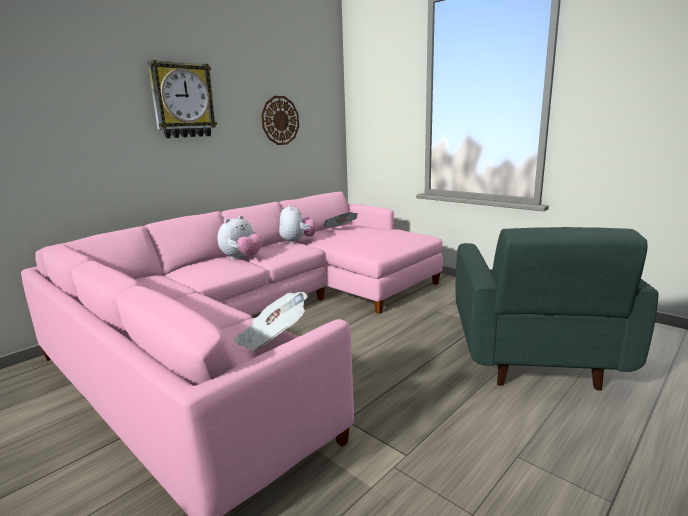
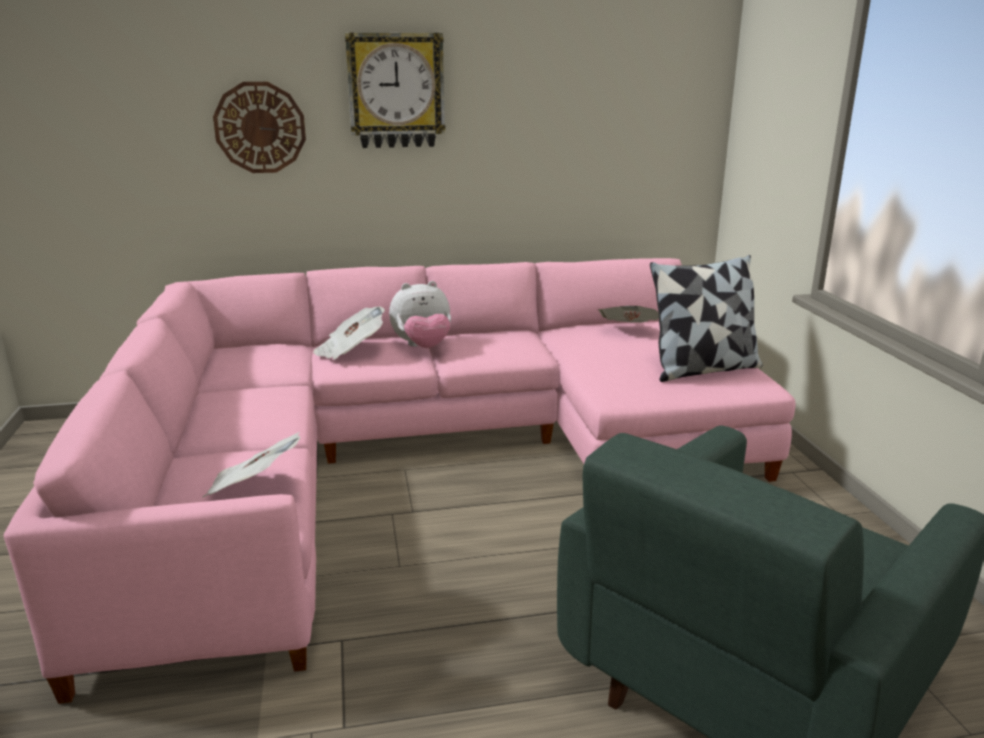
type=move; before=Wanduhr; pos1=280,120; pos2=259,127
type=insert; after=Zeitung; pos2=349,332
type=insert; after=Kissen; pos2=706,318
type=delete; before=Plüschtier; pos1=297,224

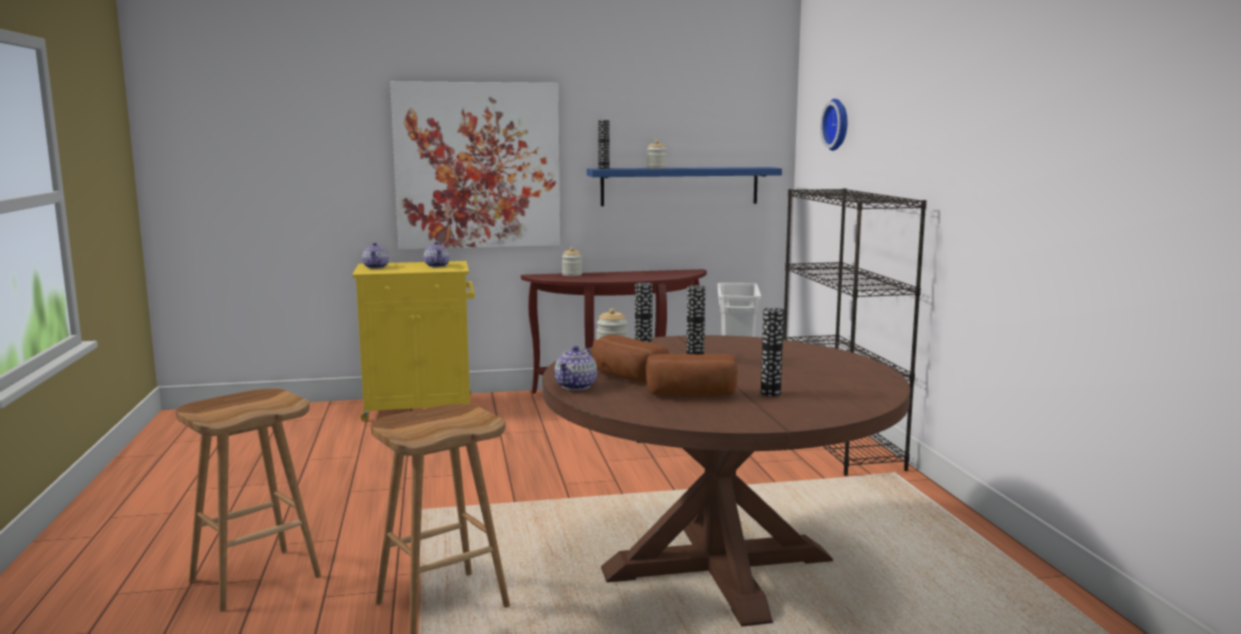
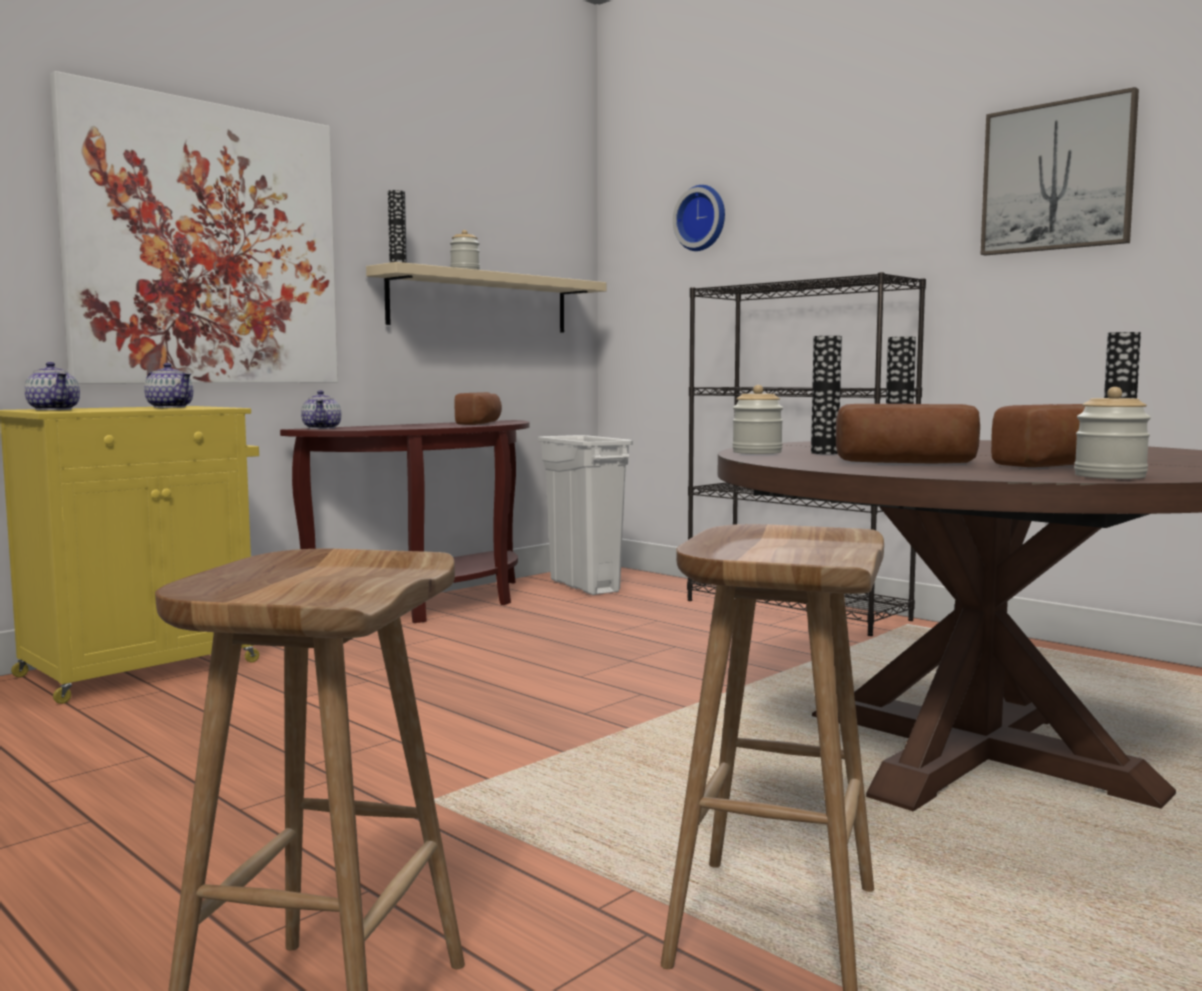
type=move; before=Teekanne; pos1=576,368; pos2=321,409
type=recolor; before=Wandregal (blau); after=Wandregal (beige); pos1=684,186; pos2=486,297
type=insert; after=Brot; pos2=478,408
type=insert; after=Bild; pos2=1059,171
type=move; before=Vorratsglas; pos1=572,261; pos2=1112,433

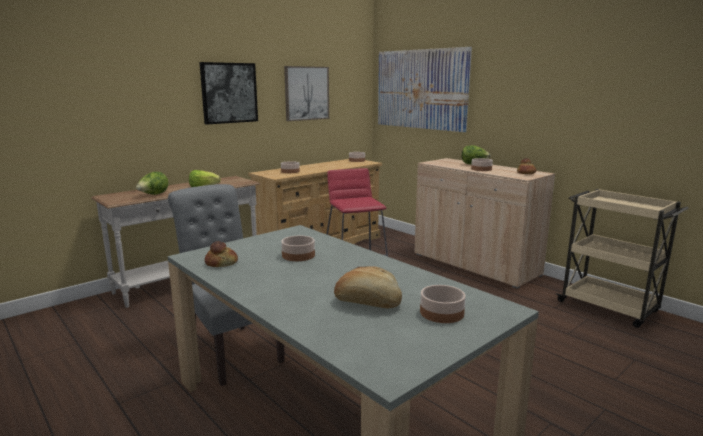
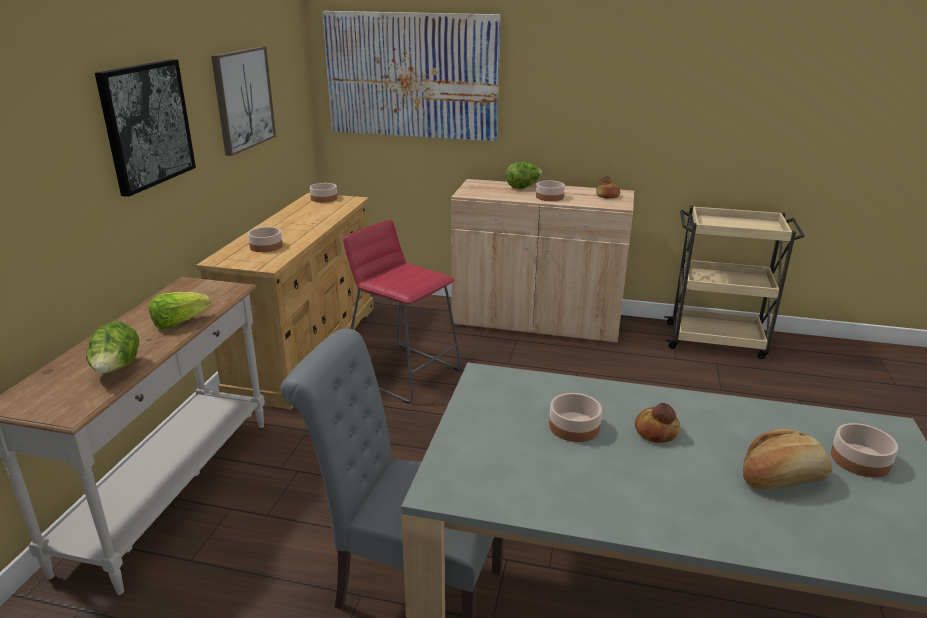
type=move; before=Brot; pos1=221,254; pos2=657,423

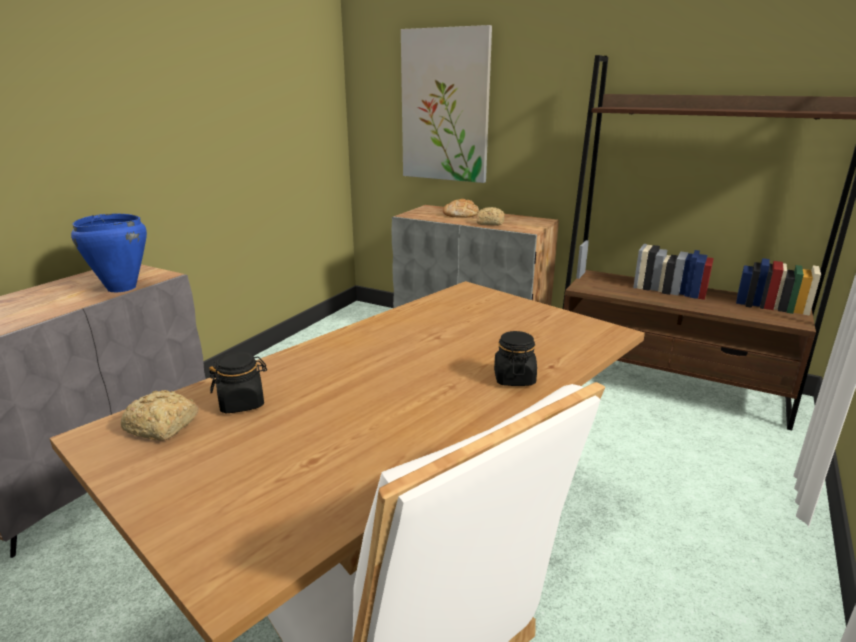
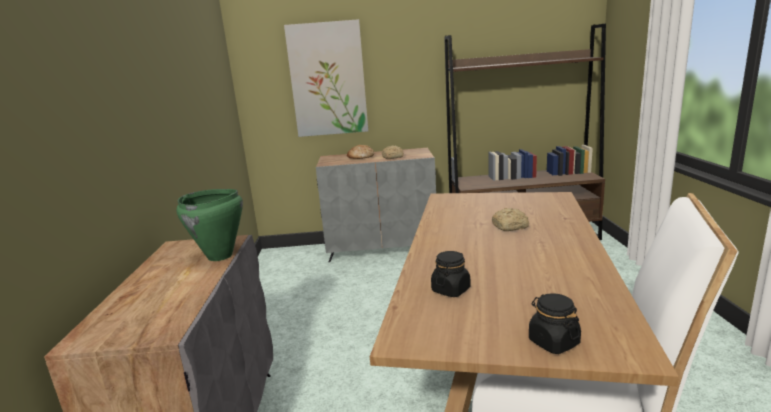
type=recolor; before=Kochtopf (blau); after=Kochtopf (grün); pos1=109,253; pos2=209,225
type=move; before=Brot; pos1=160,415; pos2=510,219
type=move; before=Vorratsglas (schwarz); pos1=515,358; pos2=555,323

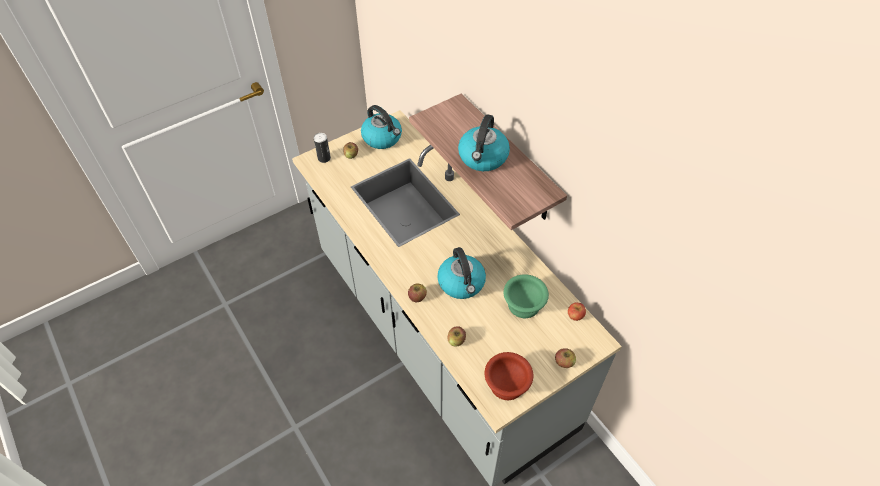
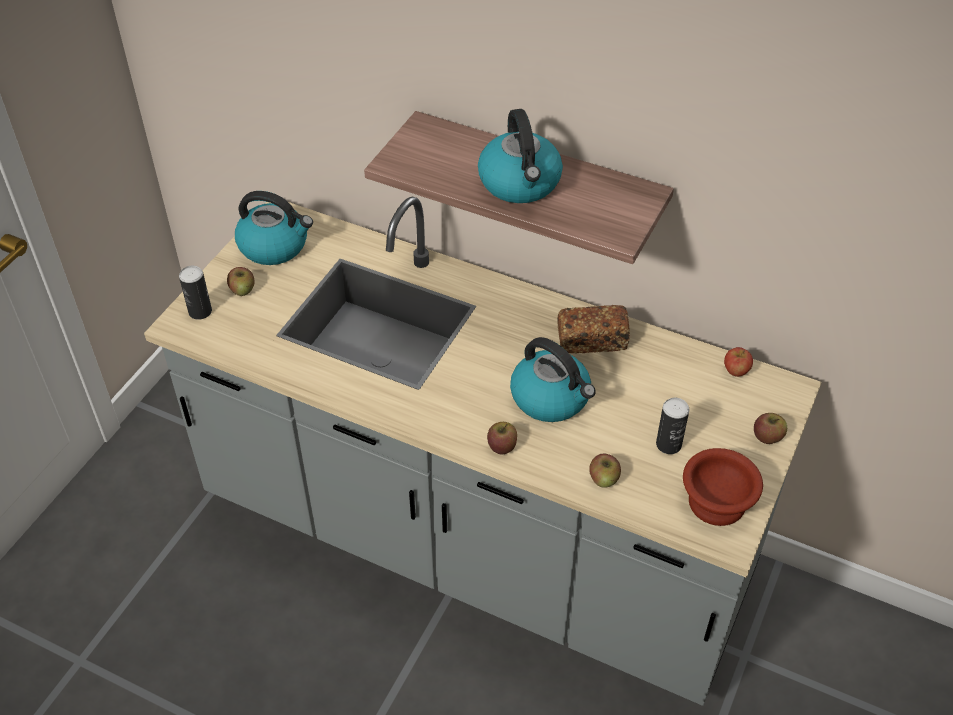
type=insert; after=Brot; pos2=593,329
type=insert; after=Dose; pos2=672,426
type=delete; before=Schüssel (grün); pos1=526,296

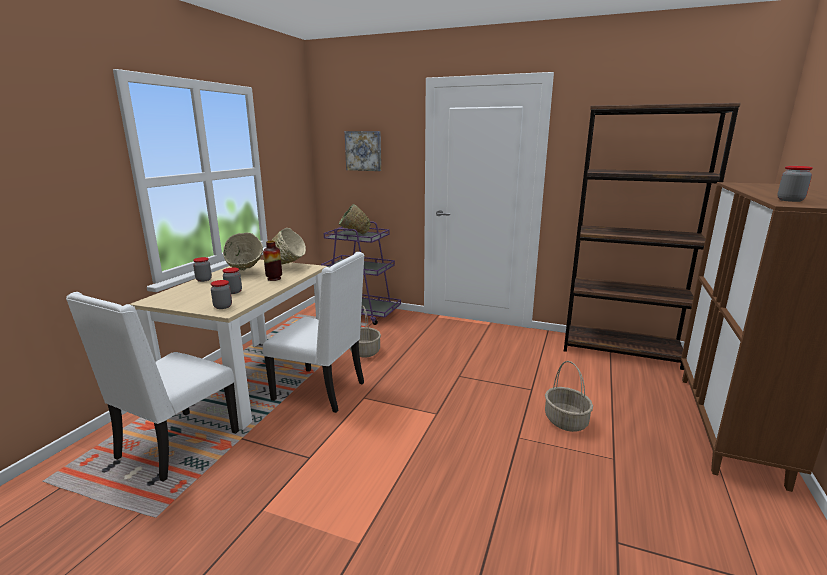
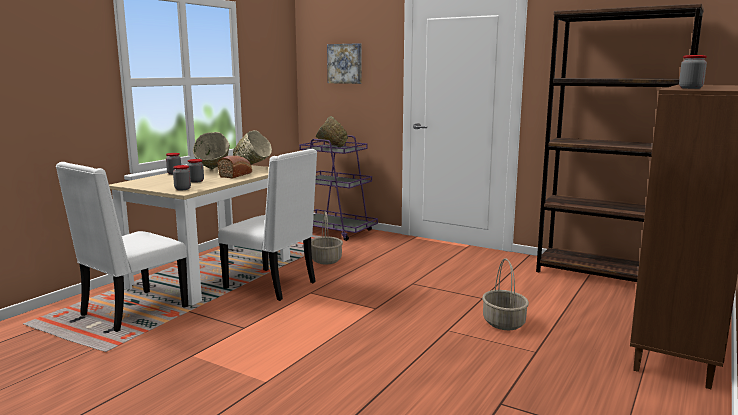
type=replace; before=Vase; after=Brot; pos1=272,261; pos2=234,167

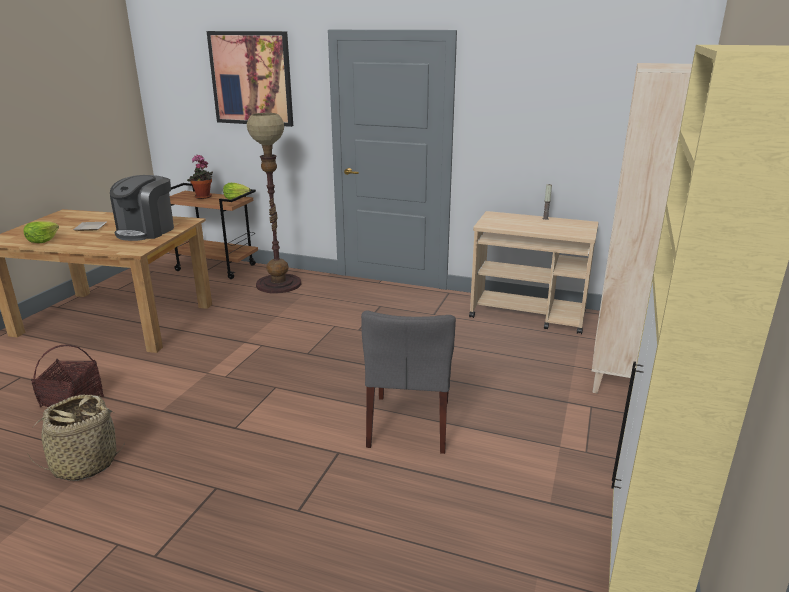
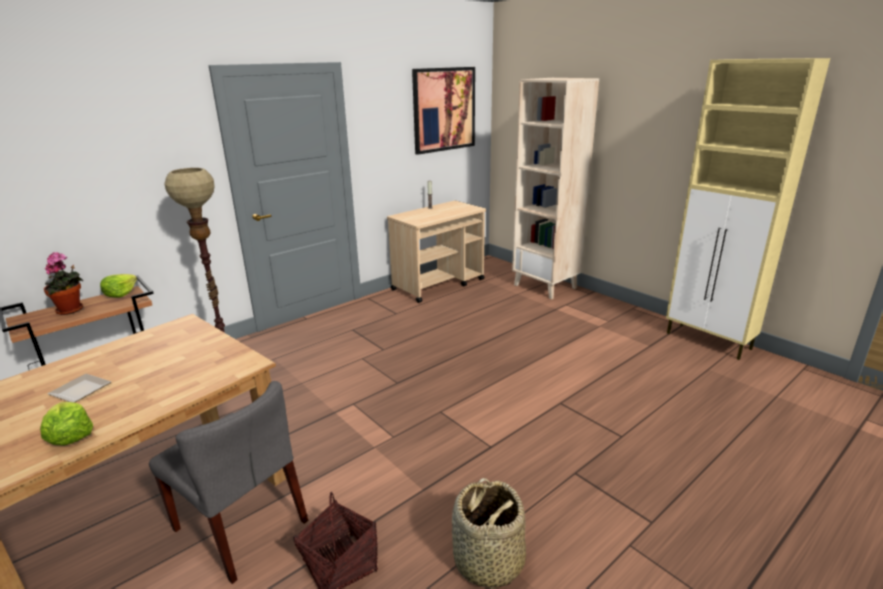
type=move; before=Stuhl (grau); pos1=408,382; pos2=228,482
type=move; before=Bild; pos1=250,79; pos2=443,111
type=delete; before=Kaffeemaschine; pos1=142,208

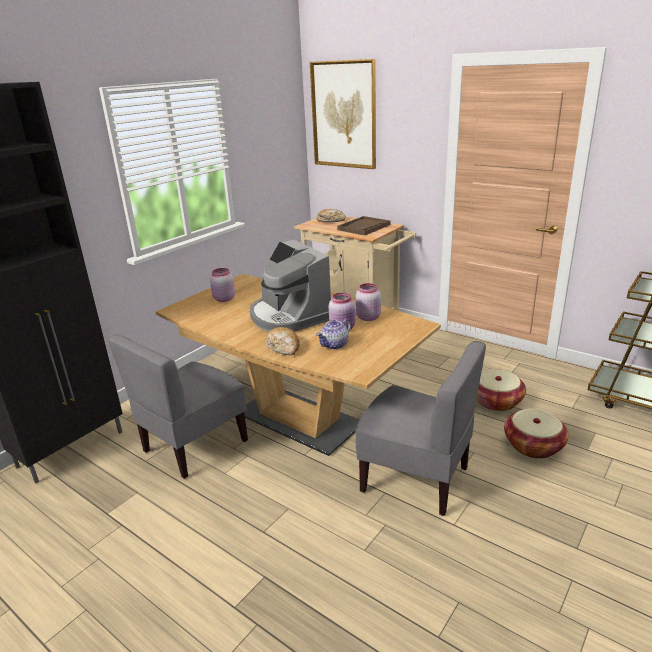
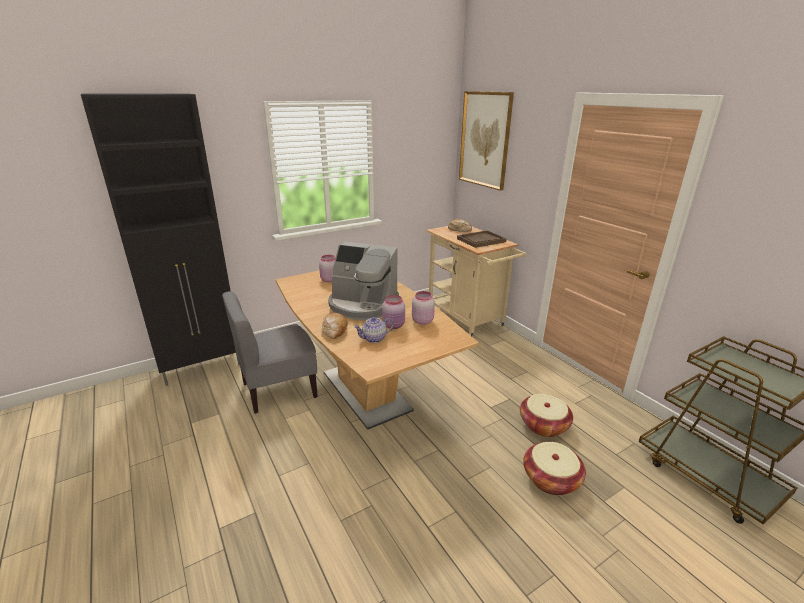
type=rotate; before=Kaffeemaschine; pos1=290,286; pos2=363,281; turn=-60
type=delete; before=Stuhl (grau); pos1=420,428

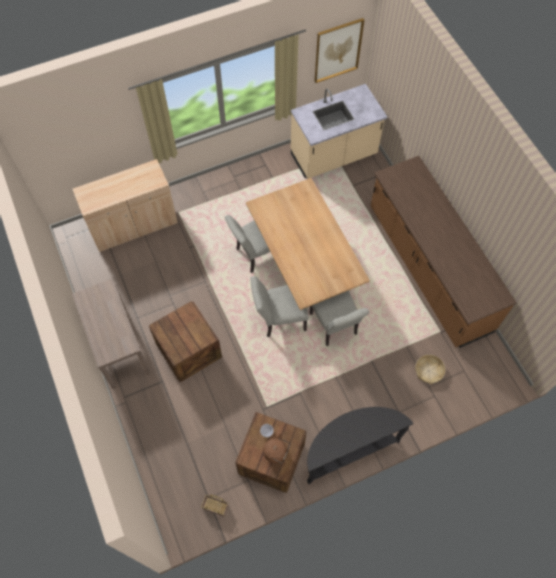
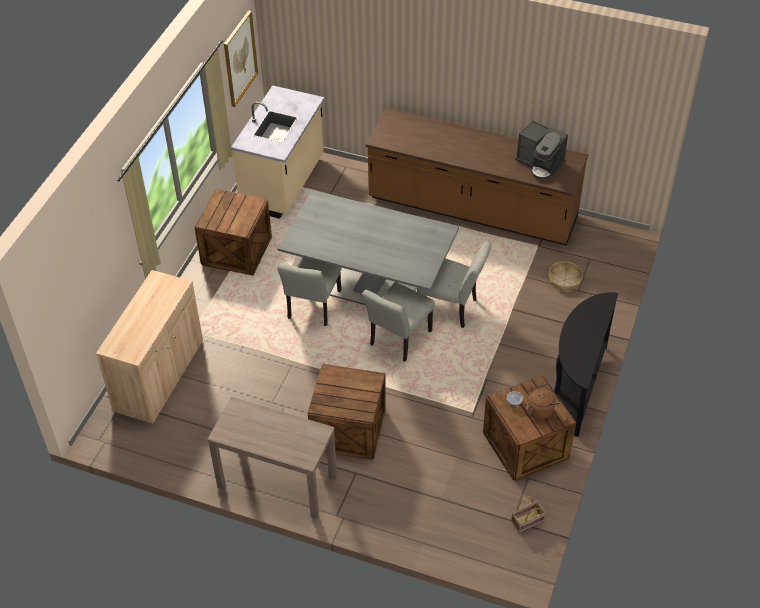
type=insert; after=Kiste; pos2=233,232
type=recolor; before=Esstisch (braun); after=Esstisch (grau); pos1=308,244; pos2=368,247
type=insert; after=Kaffeemaschine; pos2=541,150

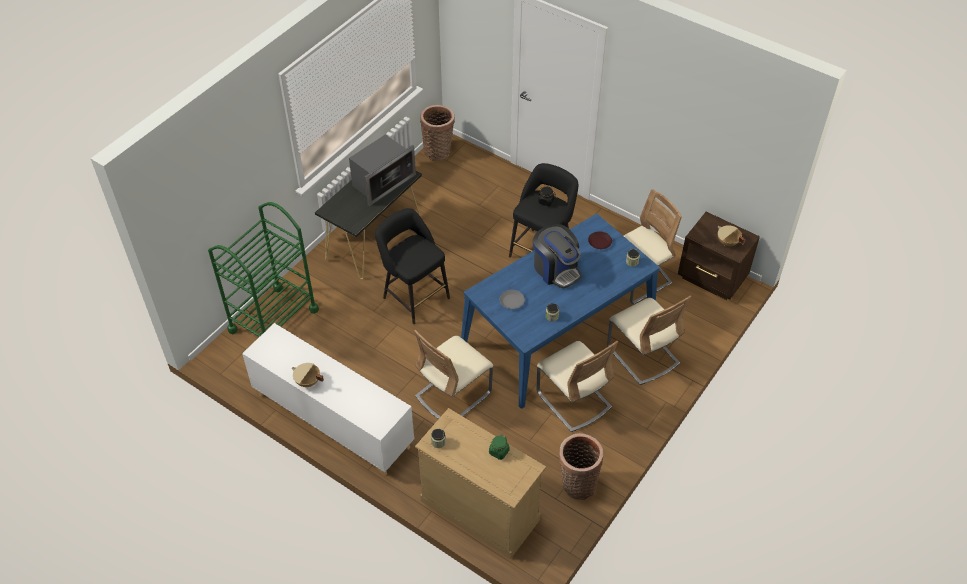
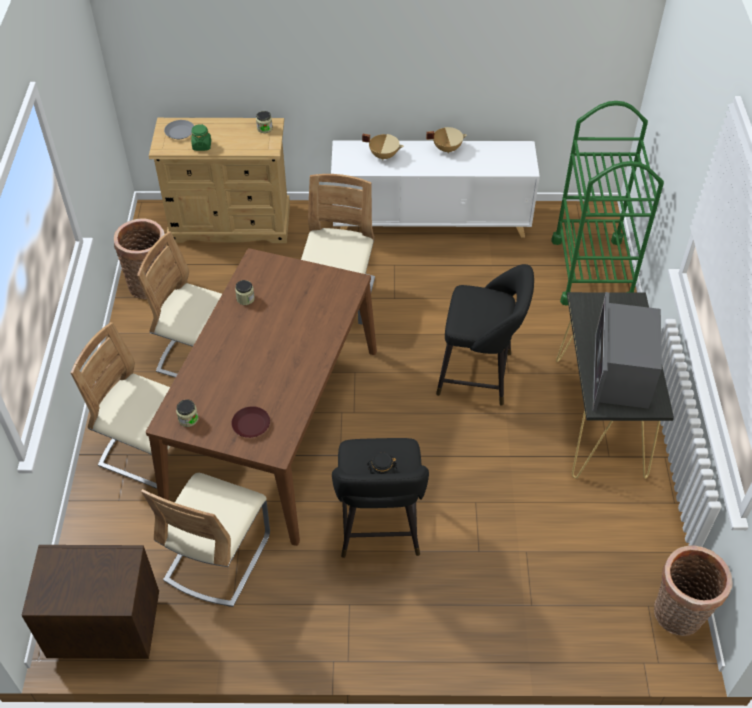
type=recolor; before=Esstisch (blau); after=Esstisch (braun); pos1=560,311; pos2=261,397
type=move; before=Teller (grau); pos1=512,299; pos2=179,129
type=move; before=Kochtopf (beige); pos1=731,235; pos2=382,147
type=delete; before=Kaffeemaschine; pos1=557,256

